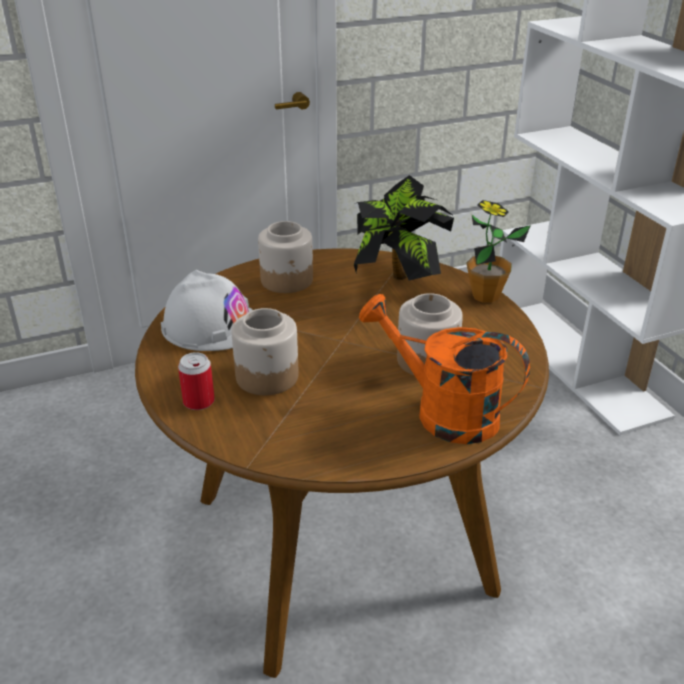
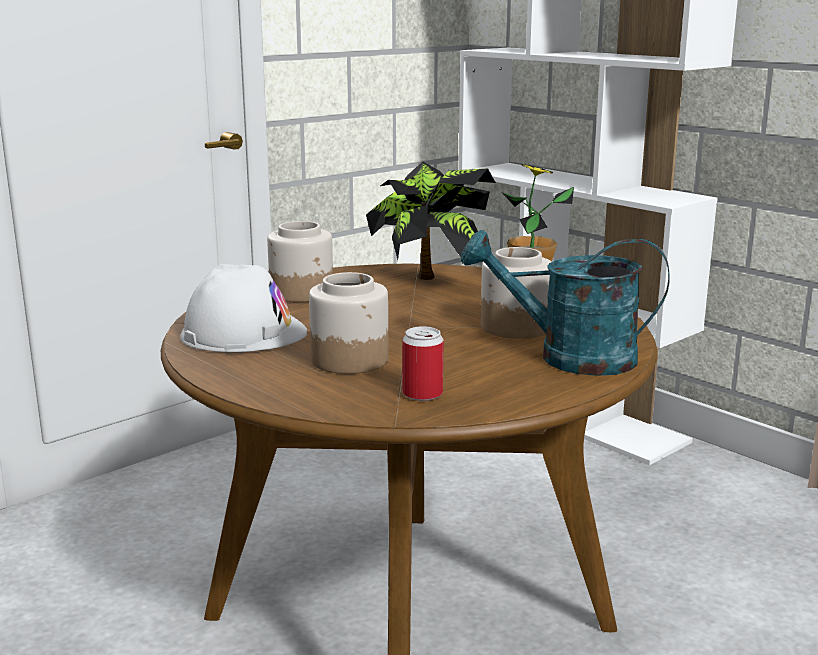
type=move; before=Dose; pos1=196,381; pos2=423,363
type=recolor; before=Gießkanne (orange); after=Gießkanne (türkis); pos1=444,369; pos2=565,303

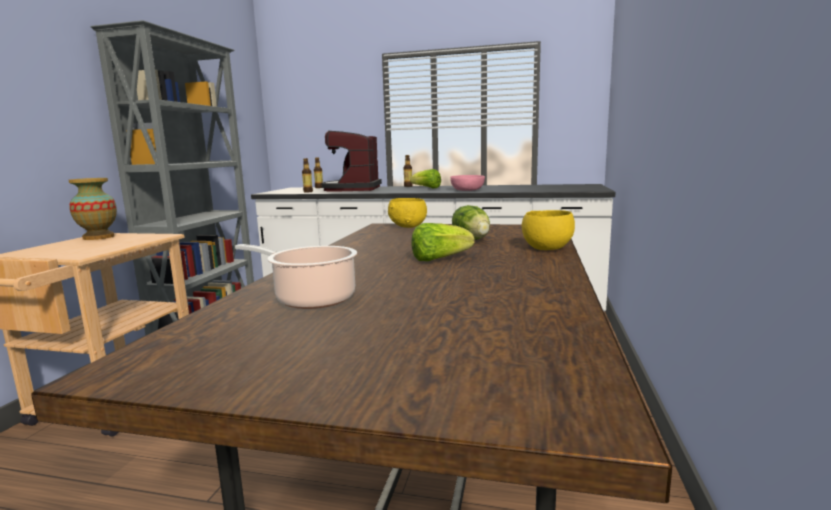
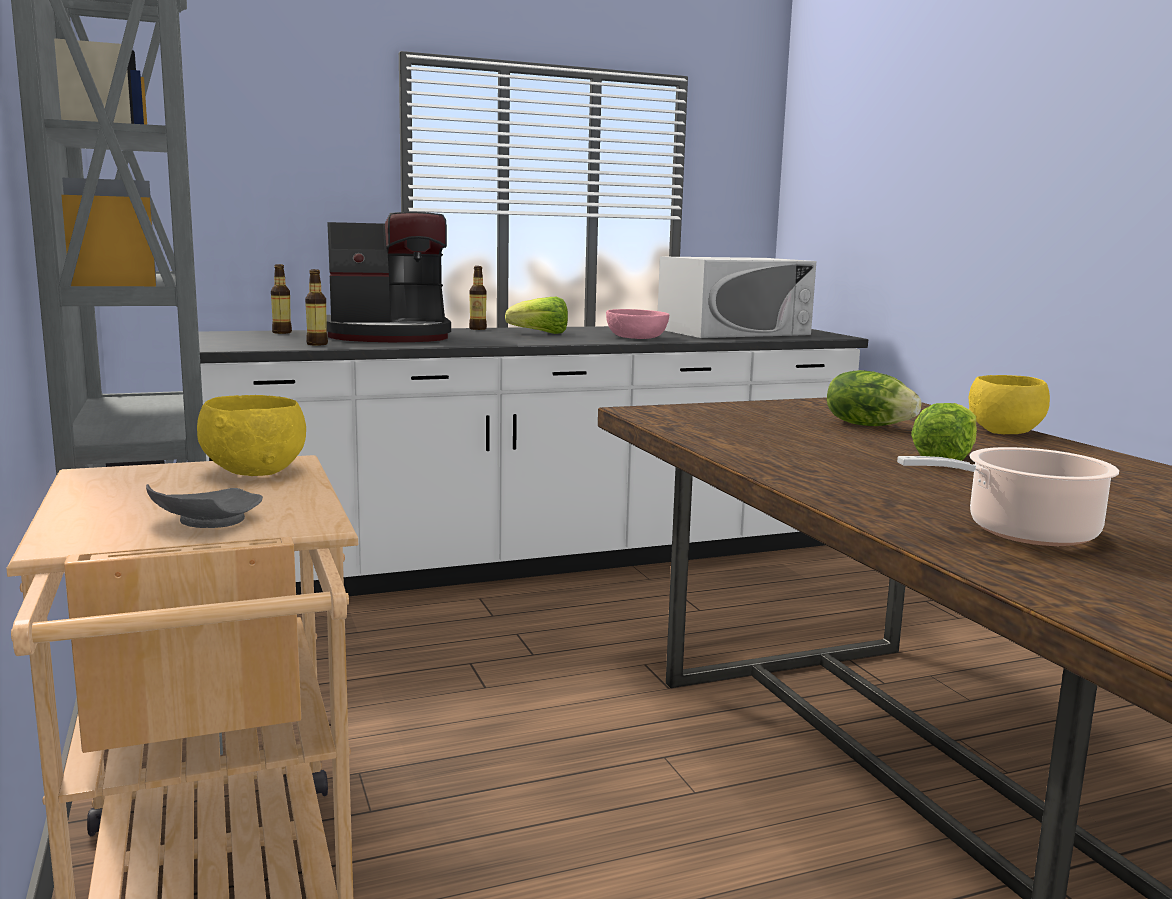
type=insert; after=Teller (grau); pos2=204,506
type=move; before=Schüssel (gelb); pos1=407,213; pos2=251,435
type=rotate; before=Kaffeemaschine; pos1=352,161; pos2=388,277; turn=-75
type=insert; after=Mikrowelle (weiß); pos2=737,297
type=delete; before=Vase; pos1=93,209

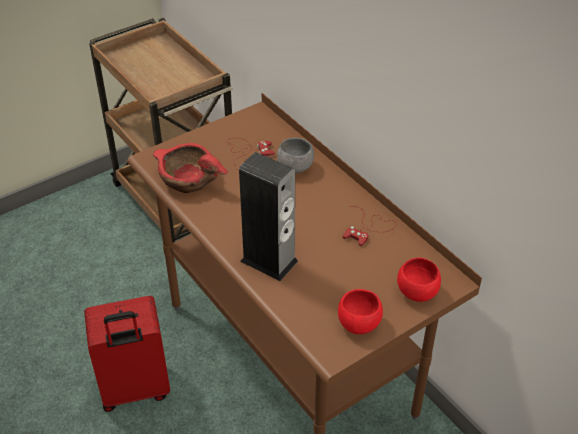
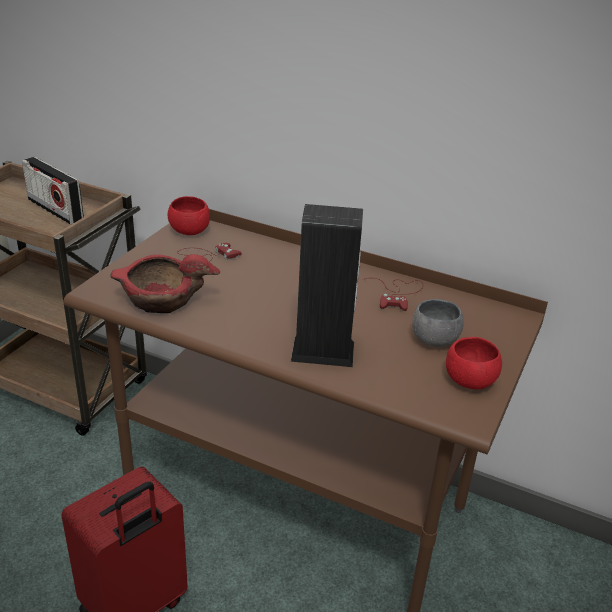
type=insert; after=Radio; pos2=53,191
type=move; before=Schüssel (rot); pos1=419,280; pos2=189,215
type=move; before=Schüssel (grau); pos1=295,155; pos2=438,323

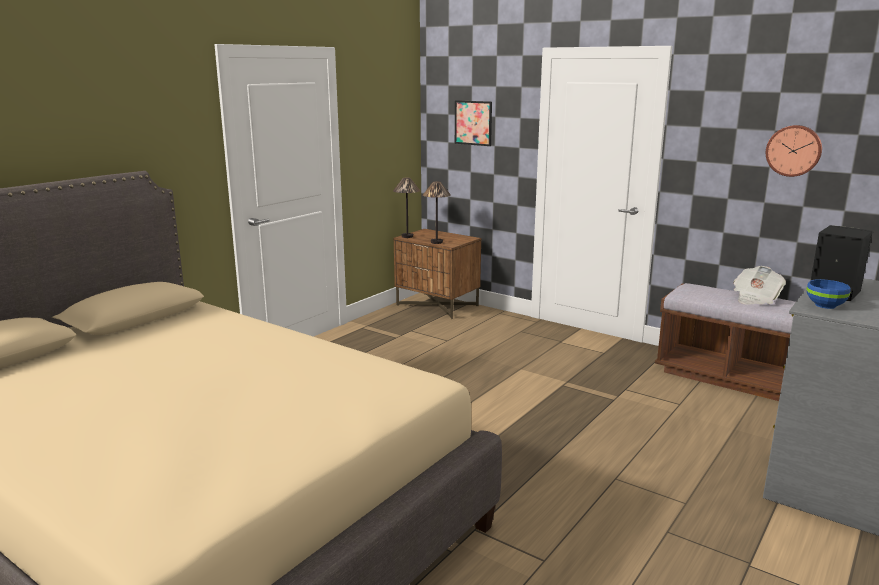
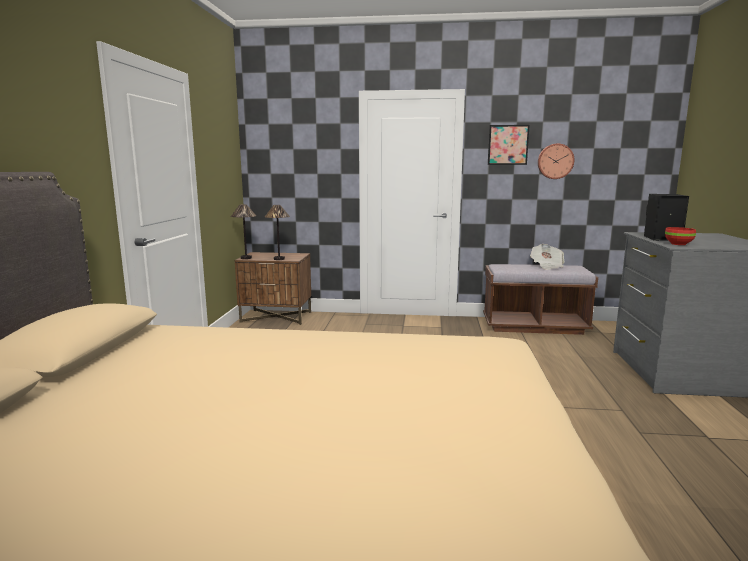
type=move; before=Bild; pos1=473,123; pos2=509,145
type=recolor; before=Schüssel (blau); after=Schüssel (rot); pos1=829,294; pos2=680,236

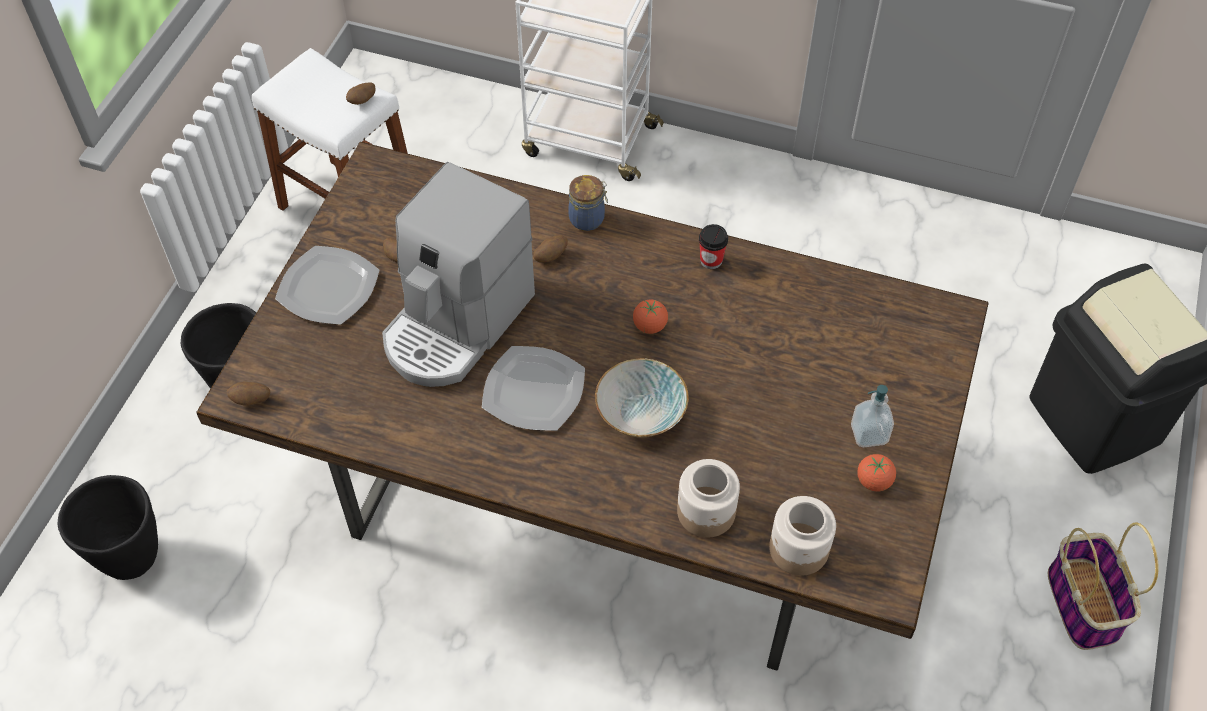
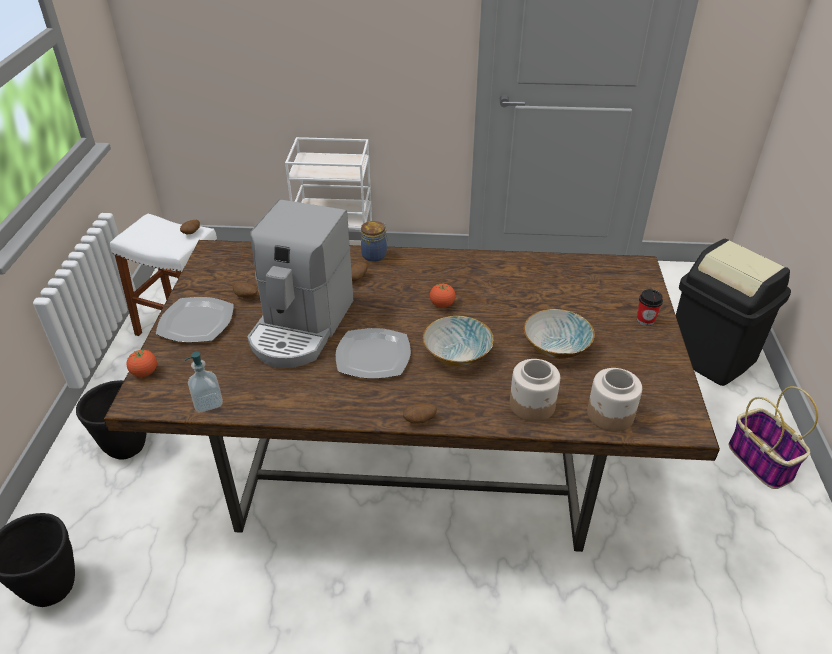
type=move; before=Tomate; pos1=876,472; pos2=141,363
type=move; before=Seifenspender; pos1=872,416; pos2=204,382
type=move; before=Kartoffel; pos1=248,394; pos2=420,414
type=insert; after=Schüssel; pos2=559,334
type=move; before=Tasse; pos1=713,246; pos2=650,307

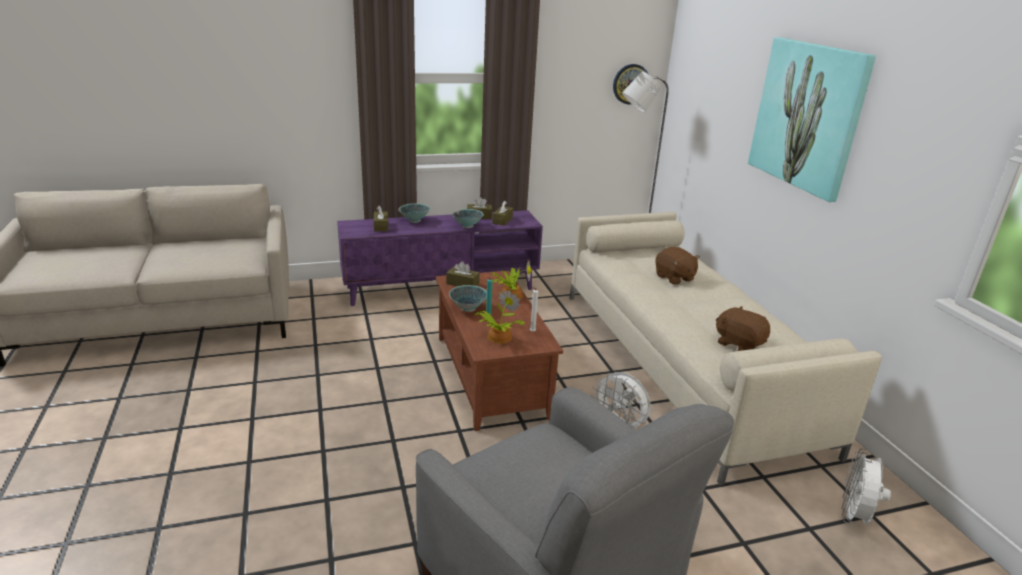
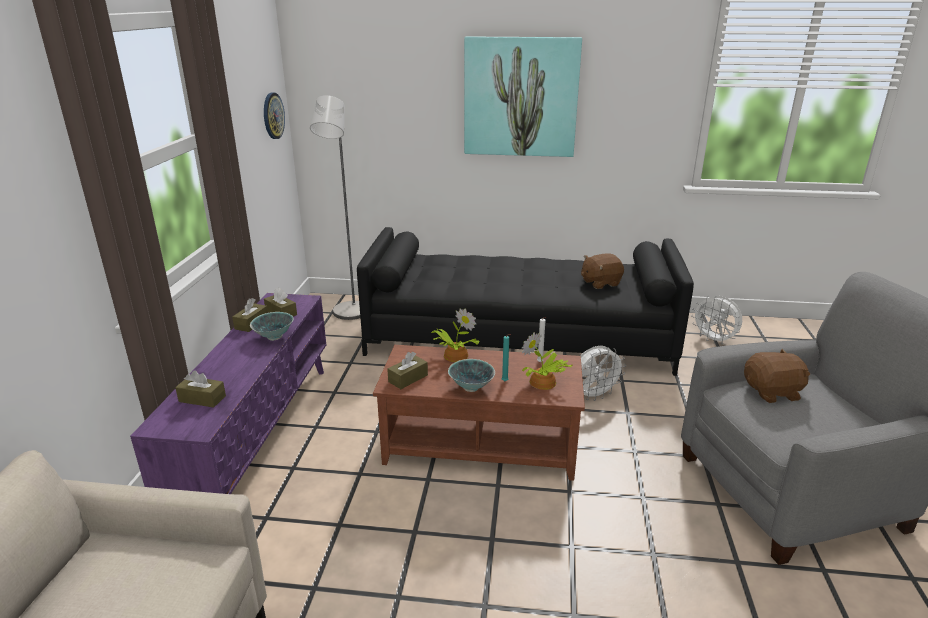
type=recolor; before=Sofa (beige); after=Sofa (schwarz); pos1=726,348; pos2=525,301
type=move; before=Plüschtier (braun); pos1=677,266; pos2=777,376
type=delete; before=Schüssel; pos1=414,213

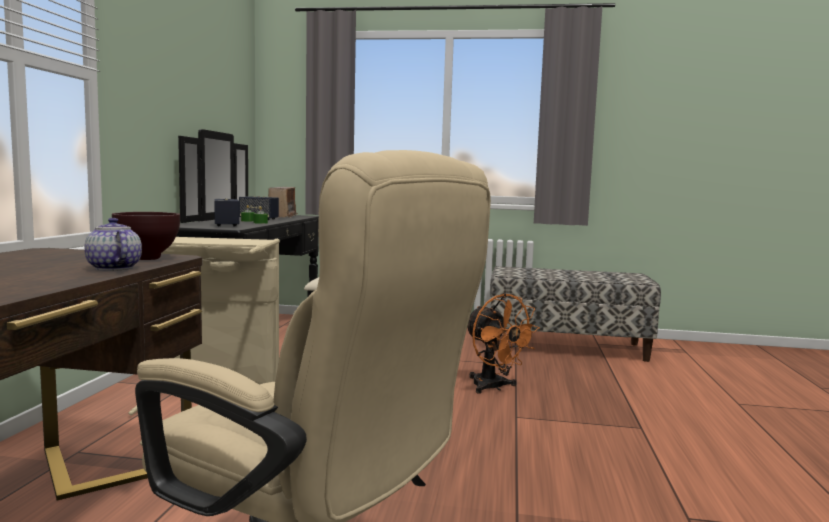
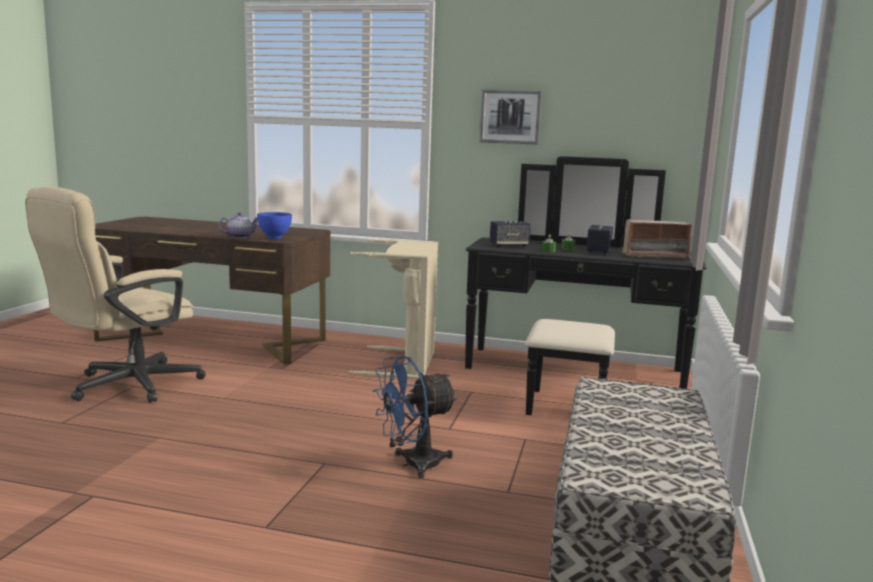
type=recolor; before=Schüssel (braun); after=Schüssel (blau); pos1=146,236; pos2=274,225
type=recolor; before=Ventilator (orange); after=Ventilator (blau); pos1=503,343; pos2=415,417
type=insert; after=Bild; pos2=510,117

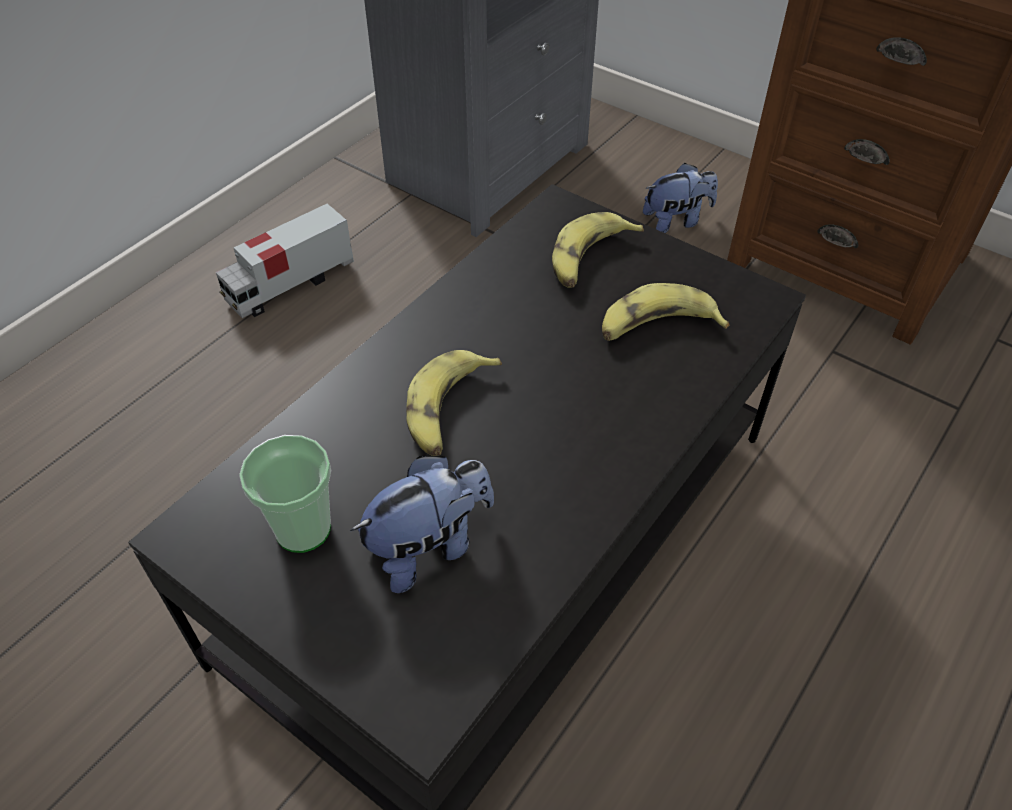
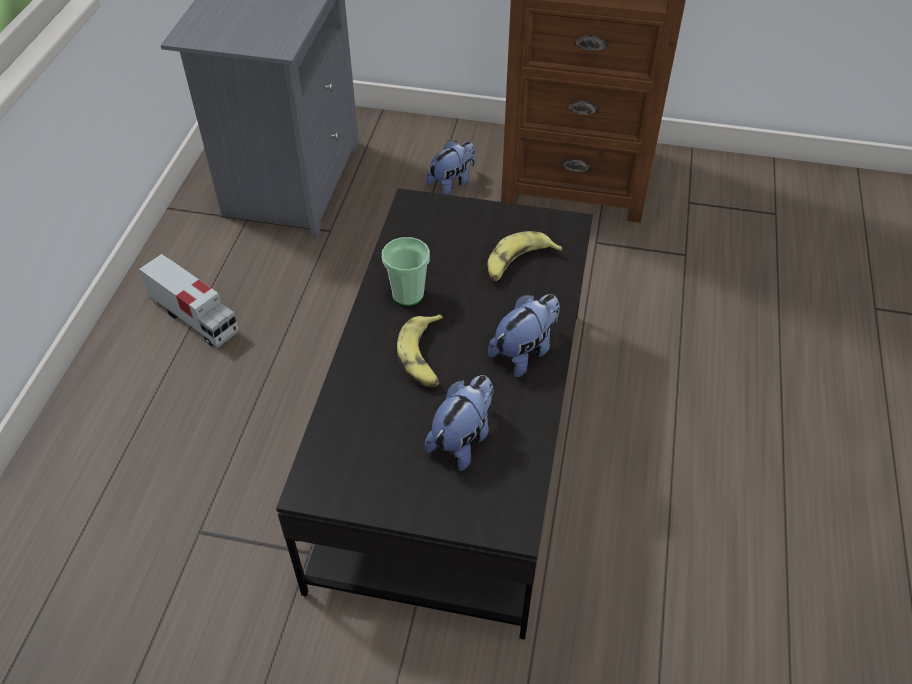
type=rotate; before=Spielzeuglaster; pos1=285,261; pos2=189,301; turn=-75
type=move; before=Tasse; pos1=285,494; pos2=406,271
type=insert; after=Plüschtier; pos2=524,335
type=delete; before=Banane; pos1=598,250

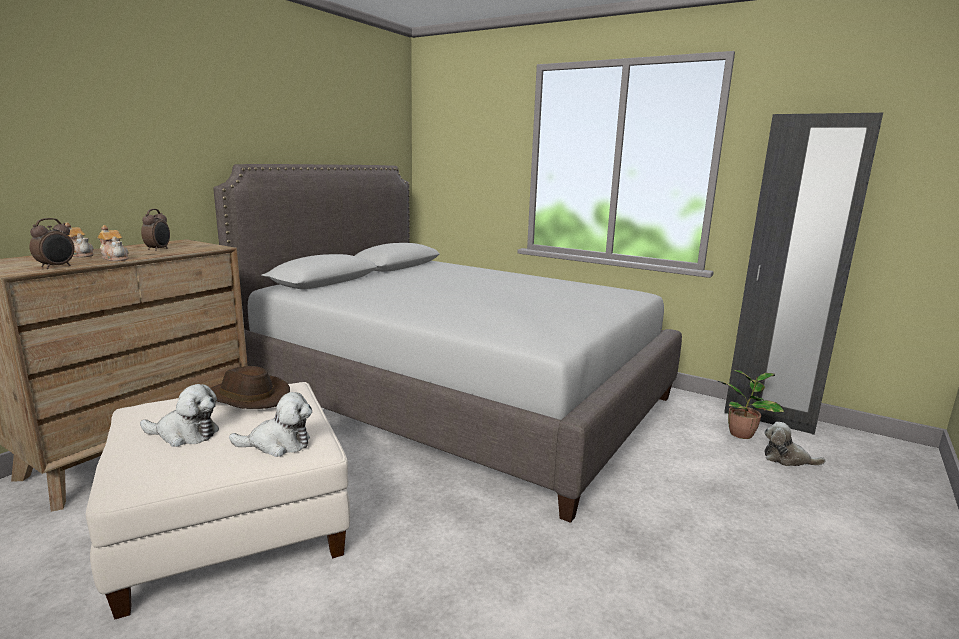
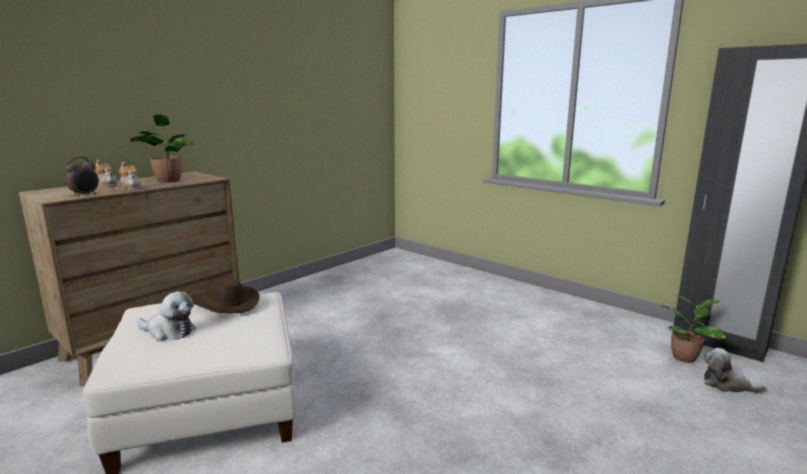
type=replace; before=Wecker; after=Topfpflanze; pos1=155,230; pos2=162,148
type=delete; before=Bett (grau); pos1=447,343
type=delete; before=Plüschtier; pos1=270,424

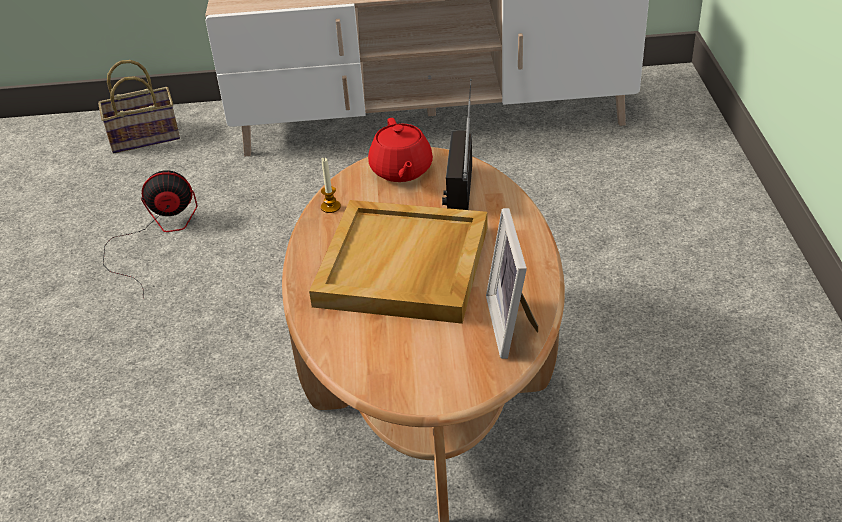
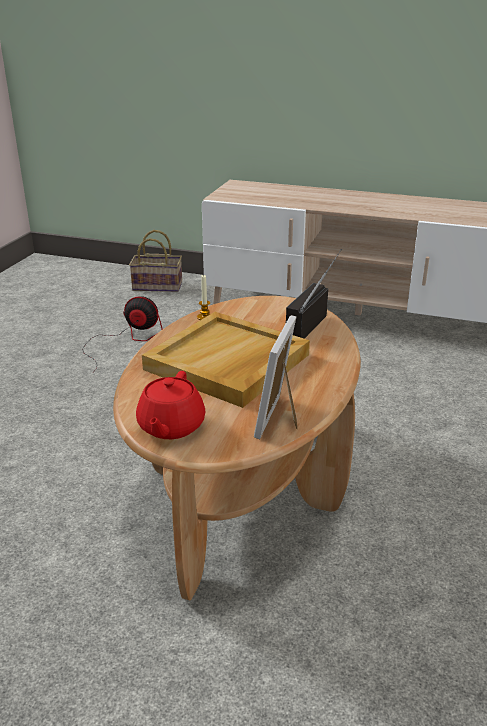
type=move; before=Teekanne (rot); pos1=400,150; pos2=171,405

